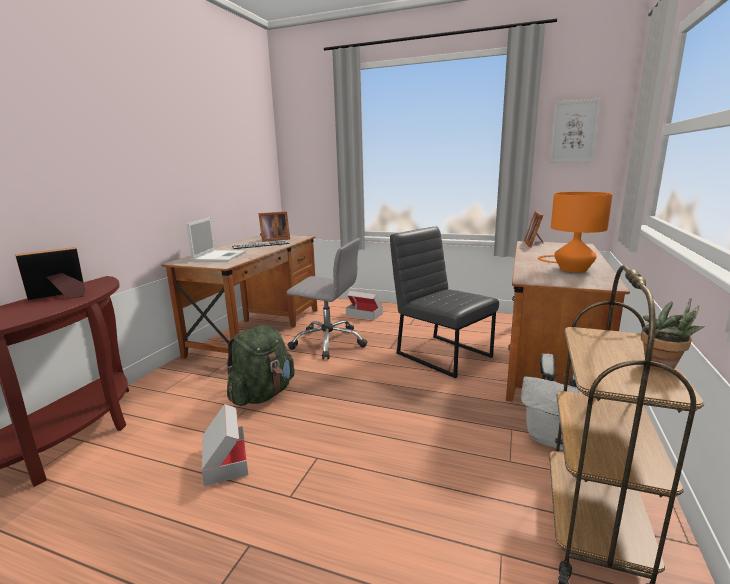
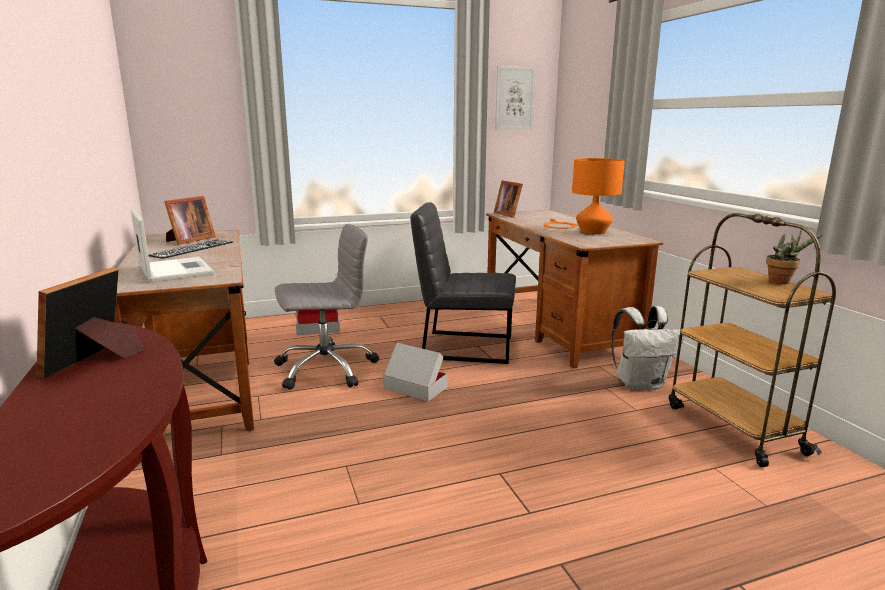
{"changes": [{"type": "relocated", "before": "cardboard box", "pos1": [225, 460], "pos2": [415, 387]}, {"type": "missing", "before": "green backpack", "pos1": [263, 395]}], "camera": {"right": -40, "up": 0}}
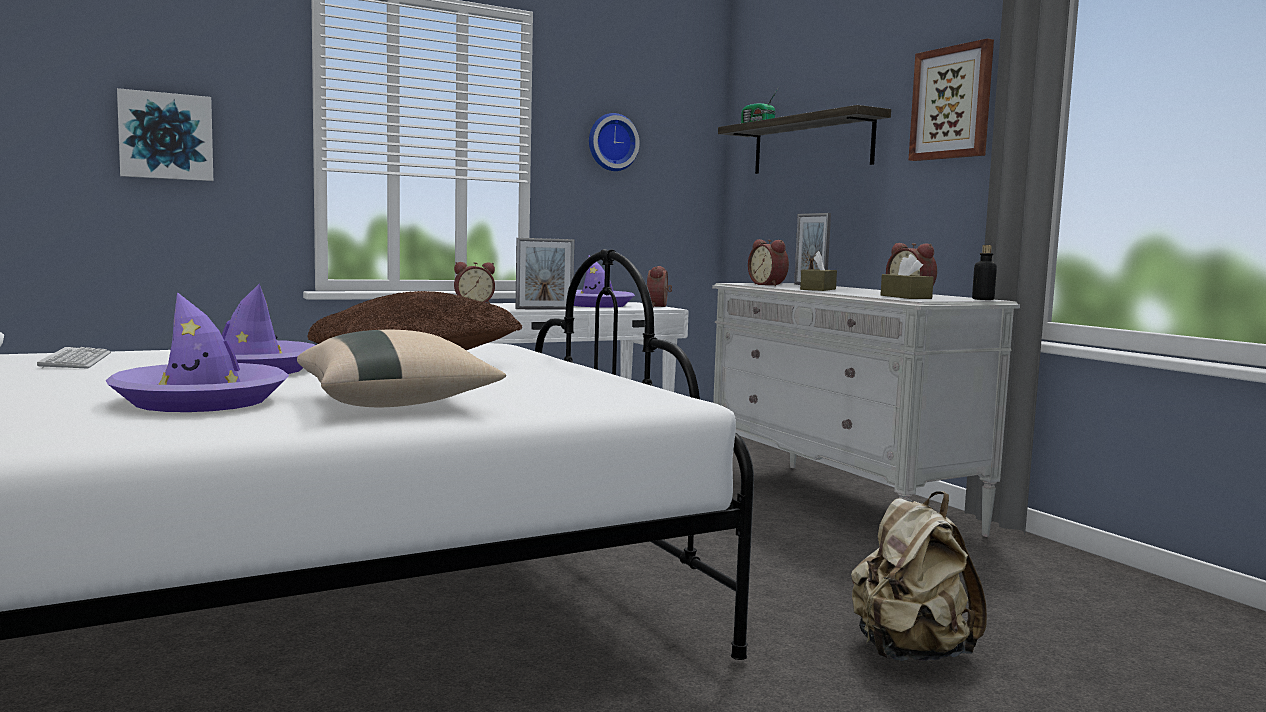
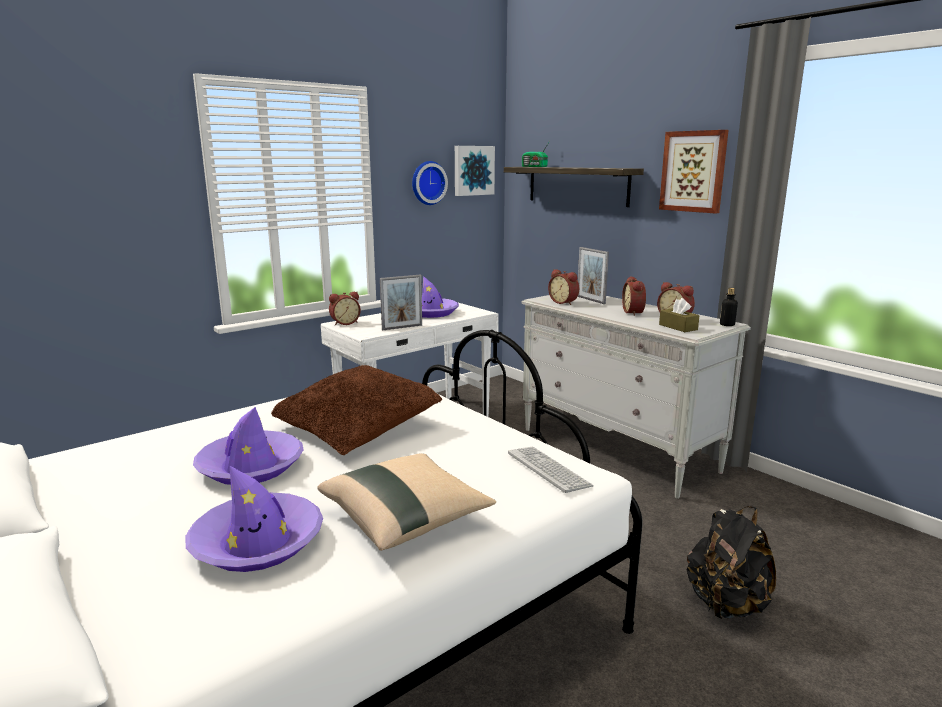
{"changes": [{"type": "relocated", "before": "picture", "pos1": [166, 136], "pos2": [473, 170]}, {"type": "relocated", "before": "keyboard", "pos1": [76, 360], "pos2": [548, 470]}, {"type": "relocated", "before": "alarm clock", "pos1": [659, 306], "pos2": [634, 312]}, {"type": "colour", "before": "beige backpack", "after": "black backpack", "pos1": [909, 653], "pos2": [726, 605]}, {"type": "missing", "before": "brown tissue box", "pos1": [818, 289]}], "camera": {"right": -10, "up": 10}}
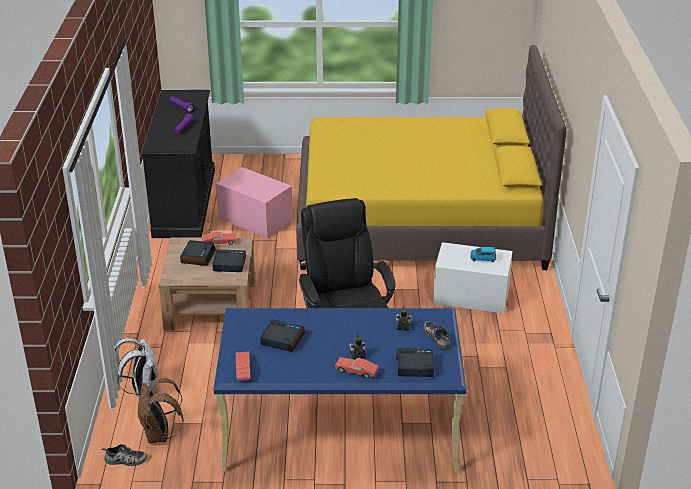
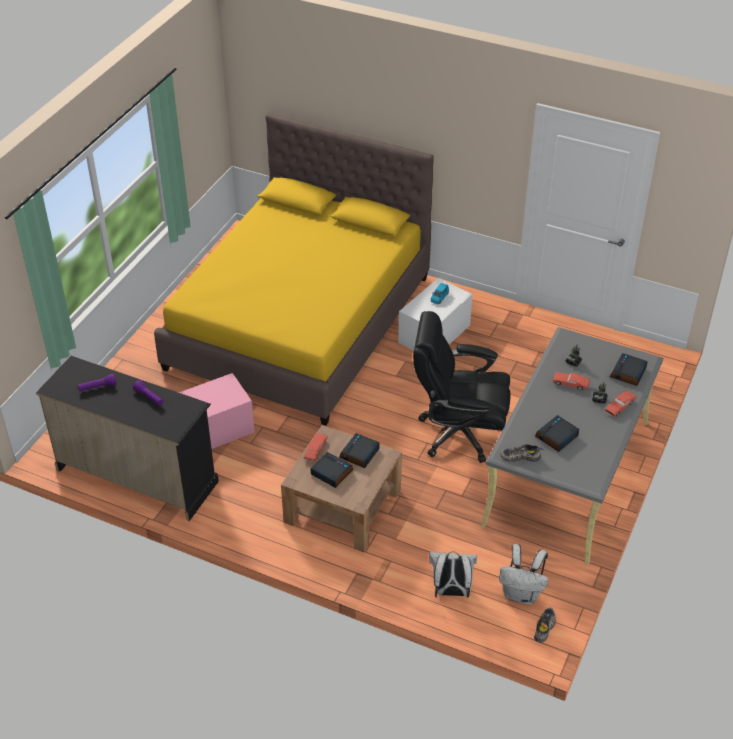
{"changes": [{"type": "colour", "before": "blue desk", "after": "grey desk", "pos1": [339, 428], "pos2": [567, 473]}, {"type": "colour", "before": "brown backpack", "after": "white backpack", "pos1": [160, 435], "pos2": [521, 594]}, {"type": "relocated", "before": "shoe", "pos1": [437, 338], "pos2": [520, 456]}, {"type": "relocated", "before": "red toy car", "pos1": [243, 370], "pos2": [570, 384]}], "camera": {"right": -65, "up": 10}}
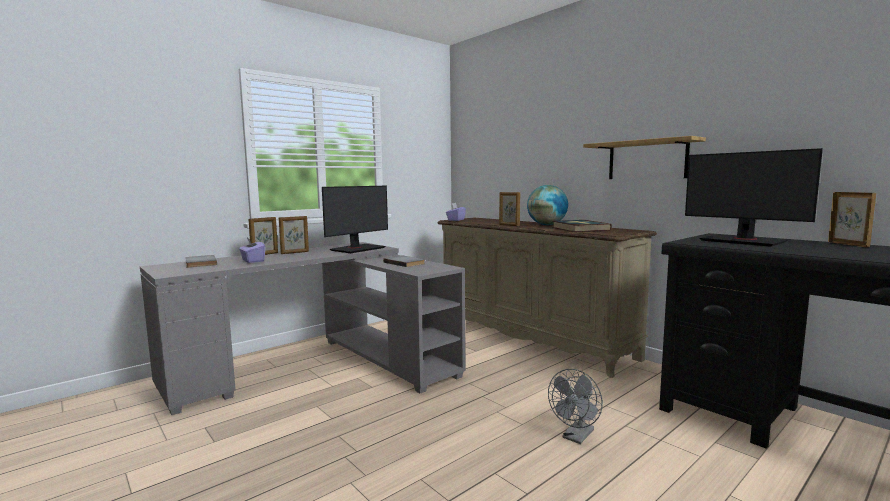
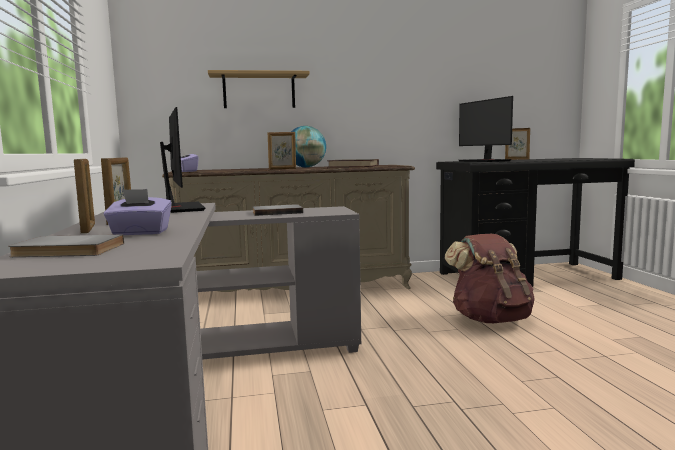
{"changes": [{"type": "relocated", "before": "shelf", "pos1": [647, 160], "pos2": [259, 91]}, {"type": "exchanged", "before": "grey fan", "after": "brown backpack", "pos1": [576, 437], "pos2": [490, 319]}, {"type": "spun", "before": "monitor", "pos1": [743, 241], "pos2": [484, 161], "turn": 75}], "camera": {"right": -60, "up": 0}}
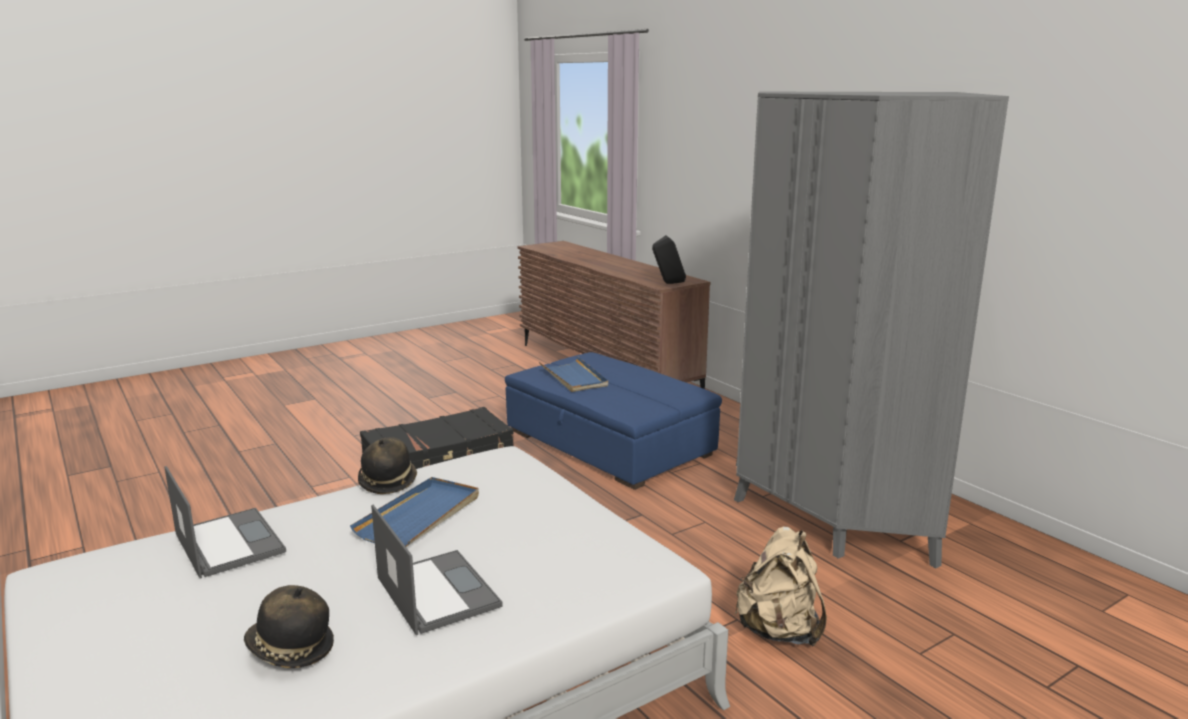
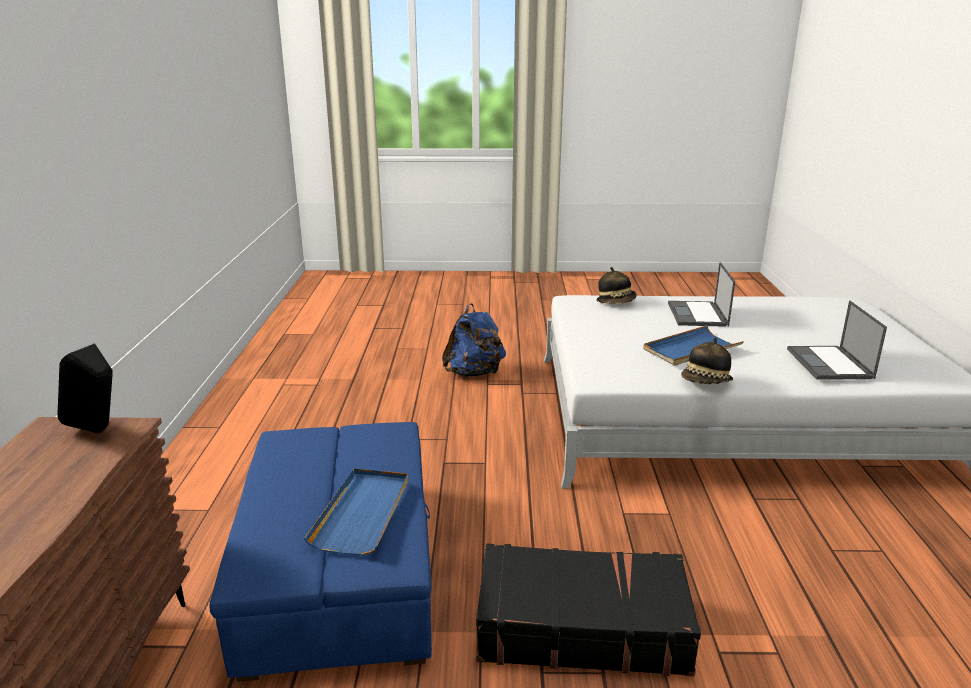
{"changes": [{"type": "colour", "before": "beige backpack", "after": "blue backpack", "pos1": [779, 631], "pos2": [474, 373]}, {"type": "relocated", "before": "hat", "pos1": [290, 650], "pos2": [616, 302]}, {"type": "missing", "before": "grey wardrobe", "pos1": [835, 506]}], "camera": {"right": -145, "up": 5}}
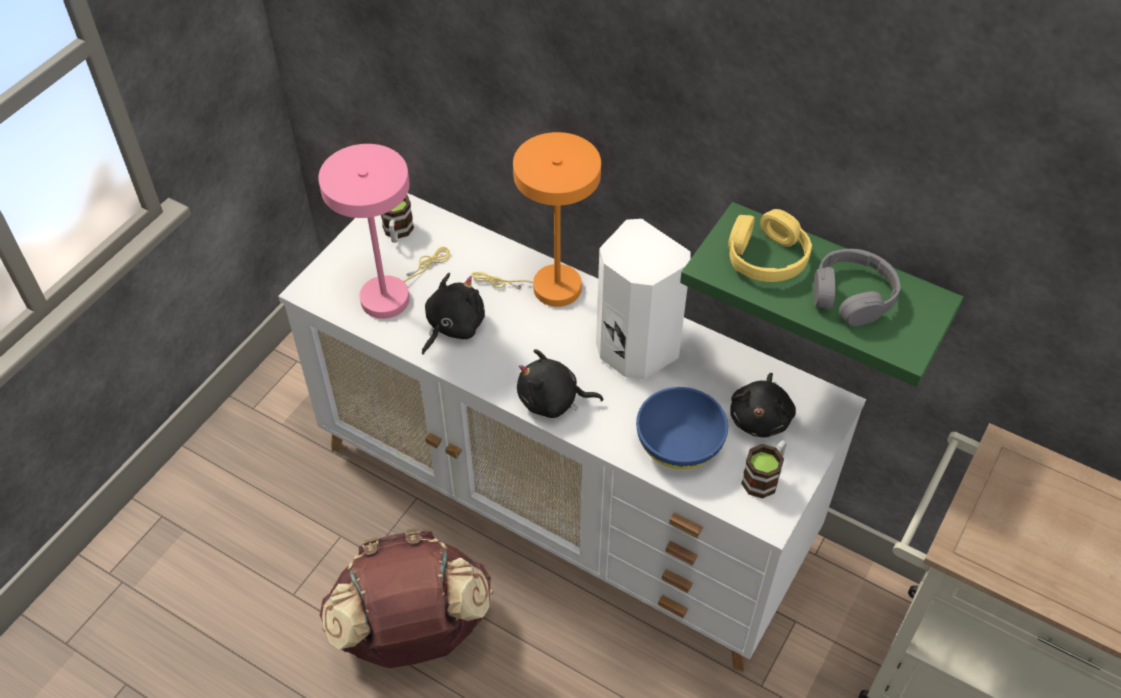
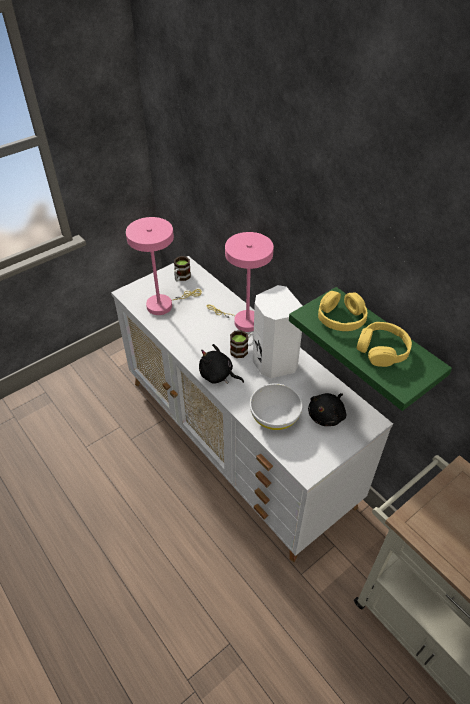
{"changes": [{"type": "colour", "before": "orange table lamp", "after": "pink table lamp", "pos1": [547, 287], "pos2": [242, 321]}, {"type": "relocated", "before": "mug", "pos1": [764, 477], "pos2": [242, 350]}, {"type": "colour", "before": "blue bowl", "after": "white bowl", "pos1": [679, 444], "pos2": [275, 416]}, {"type": "colour", "before": "grey headphones", "after": "yellow headphones", "pos1": [852, 296], "pos2": [382, 350]}, {"type": "missing", "before": "brown backpack", "pos1": [412, 631]}, {"type": "missing", "before": "black plush toy", "pos1": [453, 326]}], "camera": {"right": 20, "up": -5}}
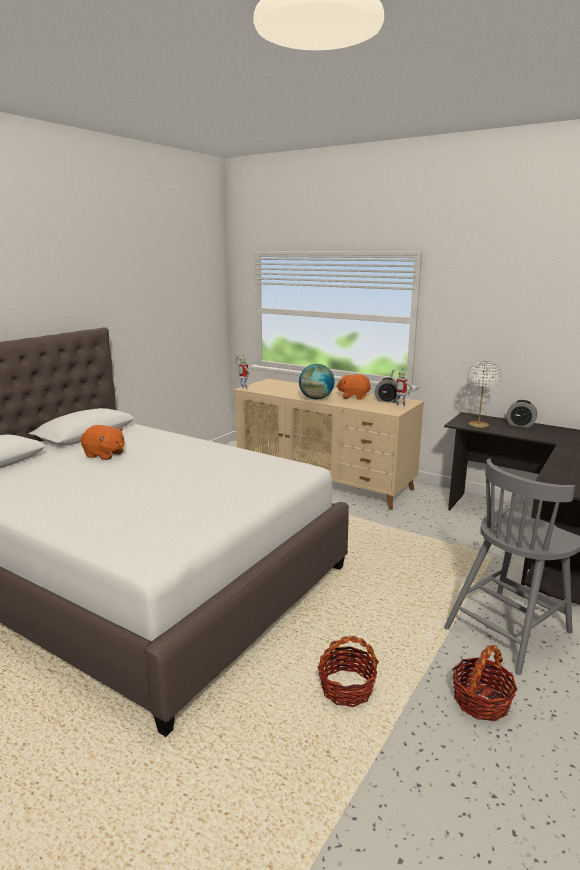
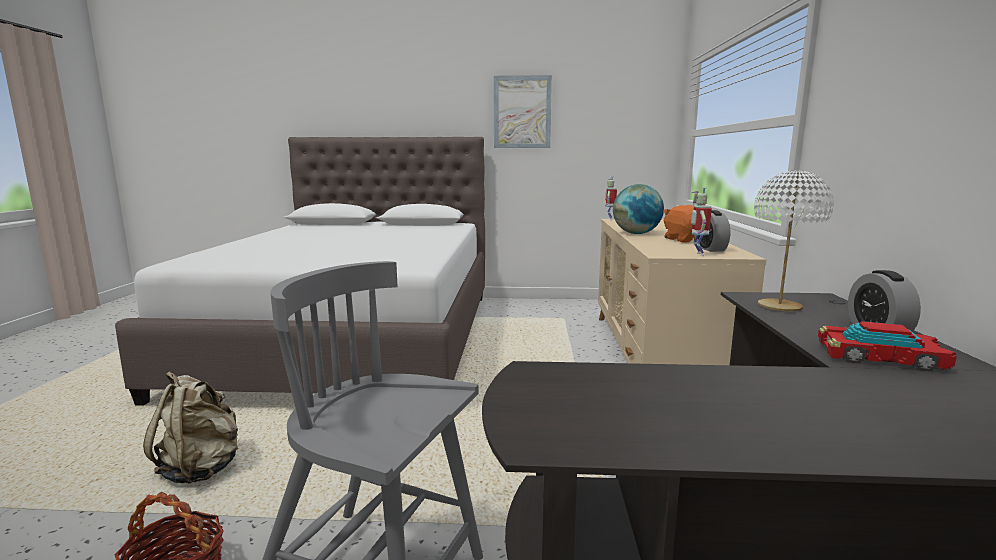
{"changes": [{"type": "exchanged", "before": "basket", "after": "beige backpack", "pos1": [346, 688], "pos2": [202, 469]}, {"type": "appeared", "after": "picture", "pos2": [522, 112]}, {"type": "appeared", "after": "toy car", "pos2": [880, 358]}, {"type": "missing", "before": "orange plush toy", "pos1": [104, 455]}], "camera": {"right": 60, "up": -5}}
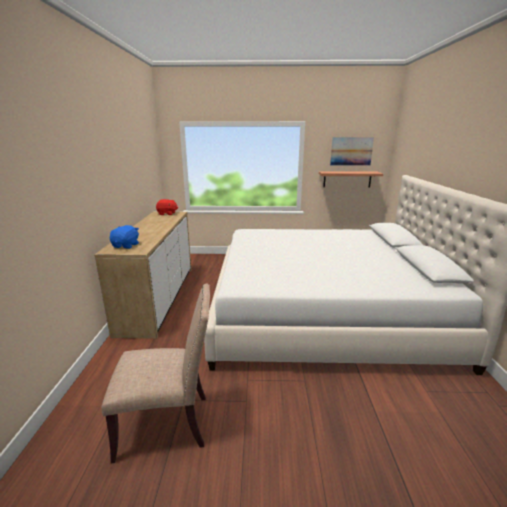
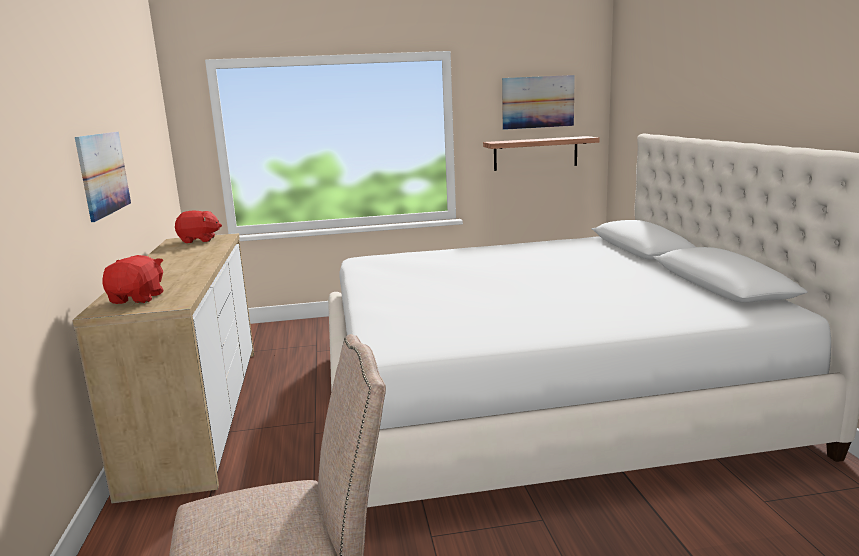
{"changes": [{"type": "appeared", "after": "picture", "pos2": [104, 173]}, {"type": "colour", "before": "blue plush toy", "after": "red plush toy", "pos1": [126, 246], "pos2": [138, 298]}], "camera": {"right": -10, "up": -5}}
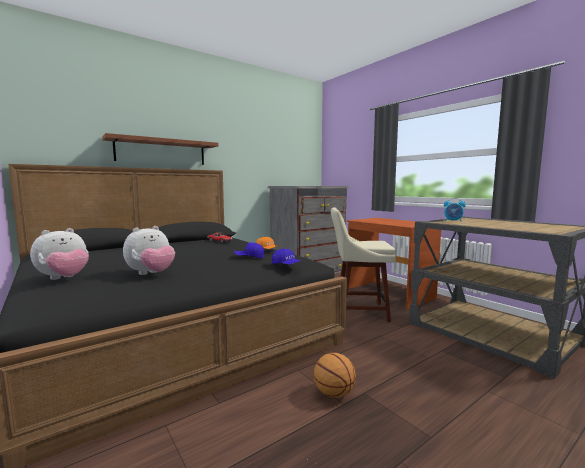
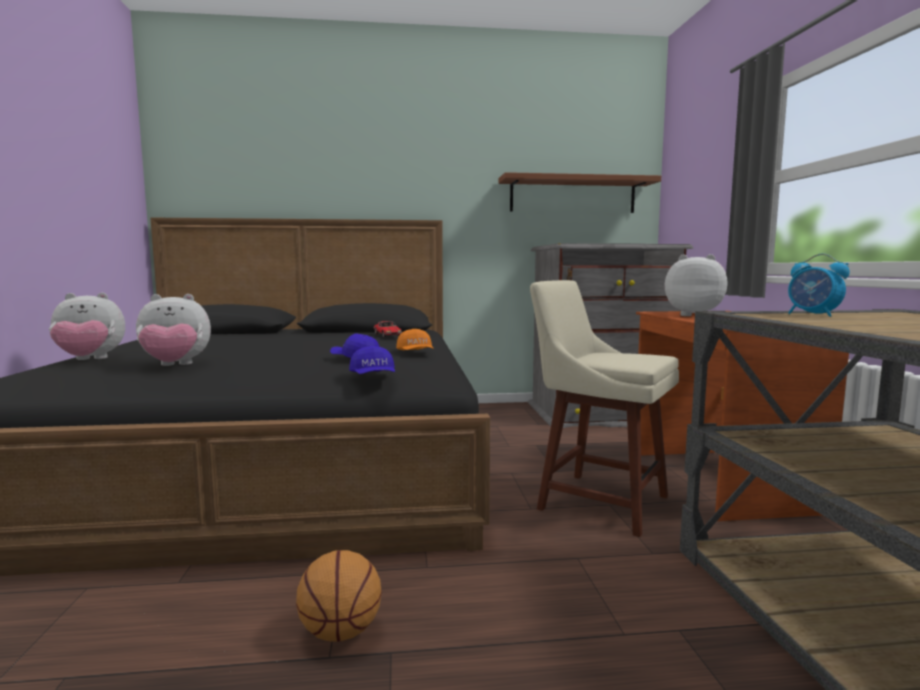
{"changes": [{"type": "relocated", "before": "brown shelf", "pos1": [161, 152], "pos2": [572, 195]}, {"type": "appeared", "after": "plush toy", "pos2": [693, 315]}], "camera": {"right": 30, "up": 0}}
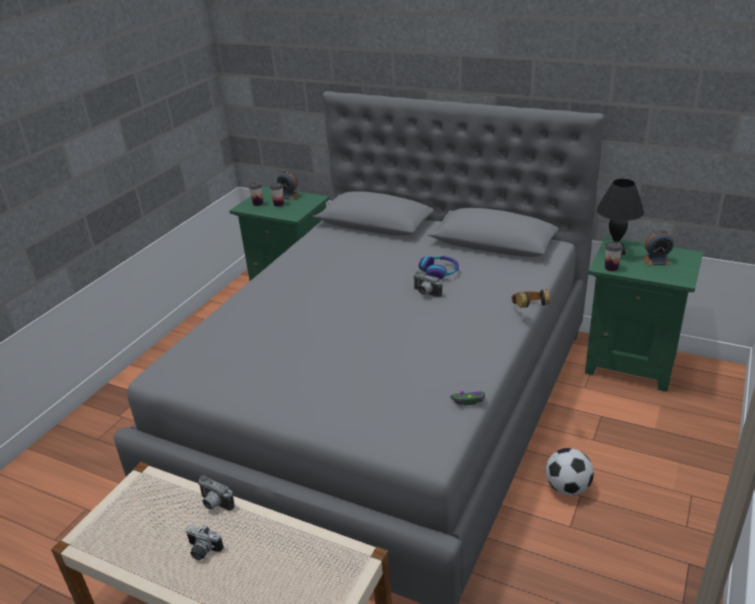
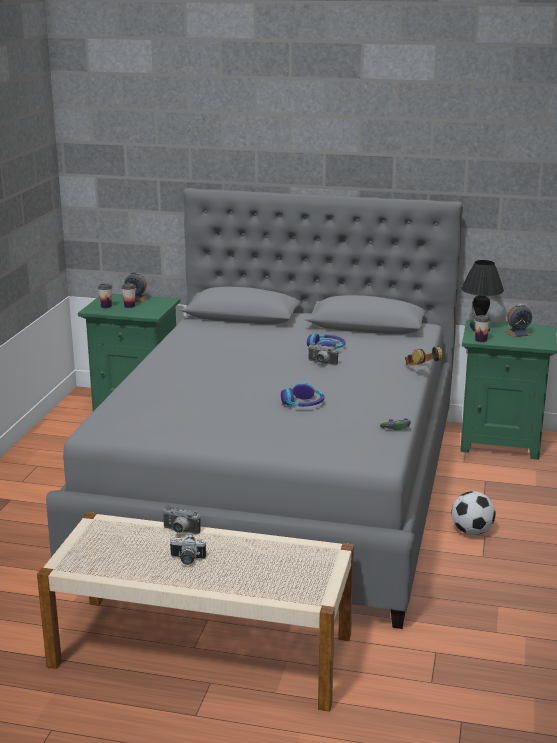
{"changes": [{"type": "appeared", "after": "headphones", "pos2": [303, 404]}], "camera": {"right": -15, "up": -10}}
